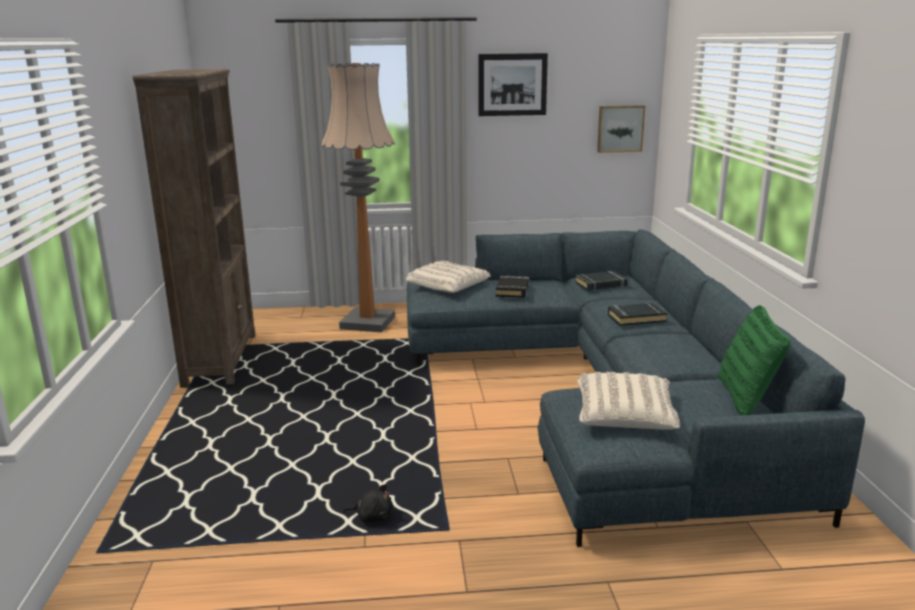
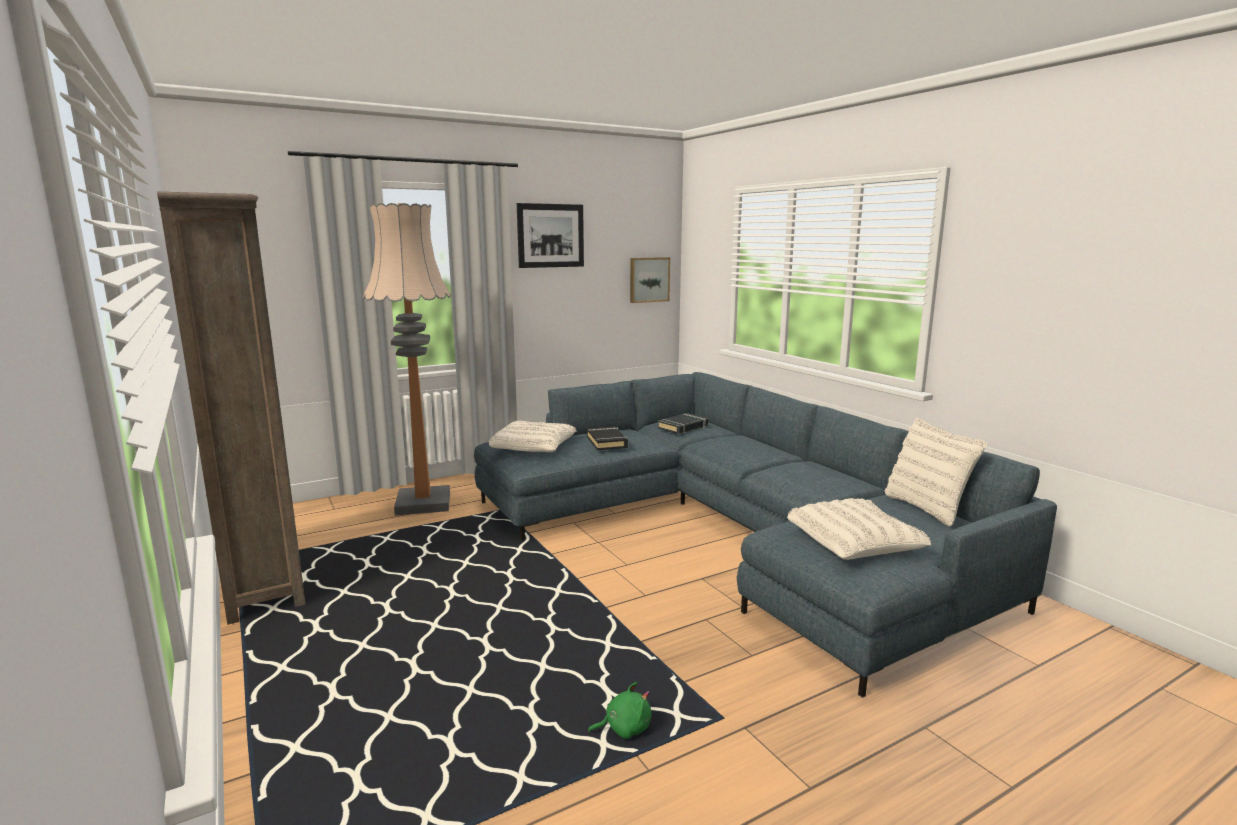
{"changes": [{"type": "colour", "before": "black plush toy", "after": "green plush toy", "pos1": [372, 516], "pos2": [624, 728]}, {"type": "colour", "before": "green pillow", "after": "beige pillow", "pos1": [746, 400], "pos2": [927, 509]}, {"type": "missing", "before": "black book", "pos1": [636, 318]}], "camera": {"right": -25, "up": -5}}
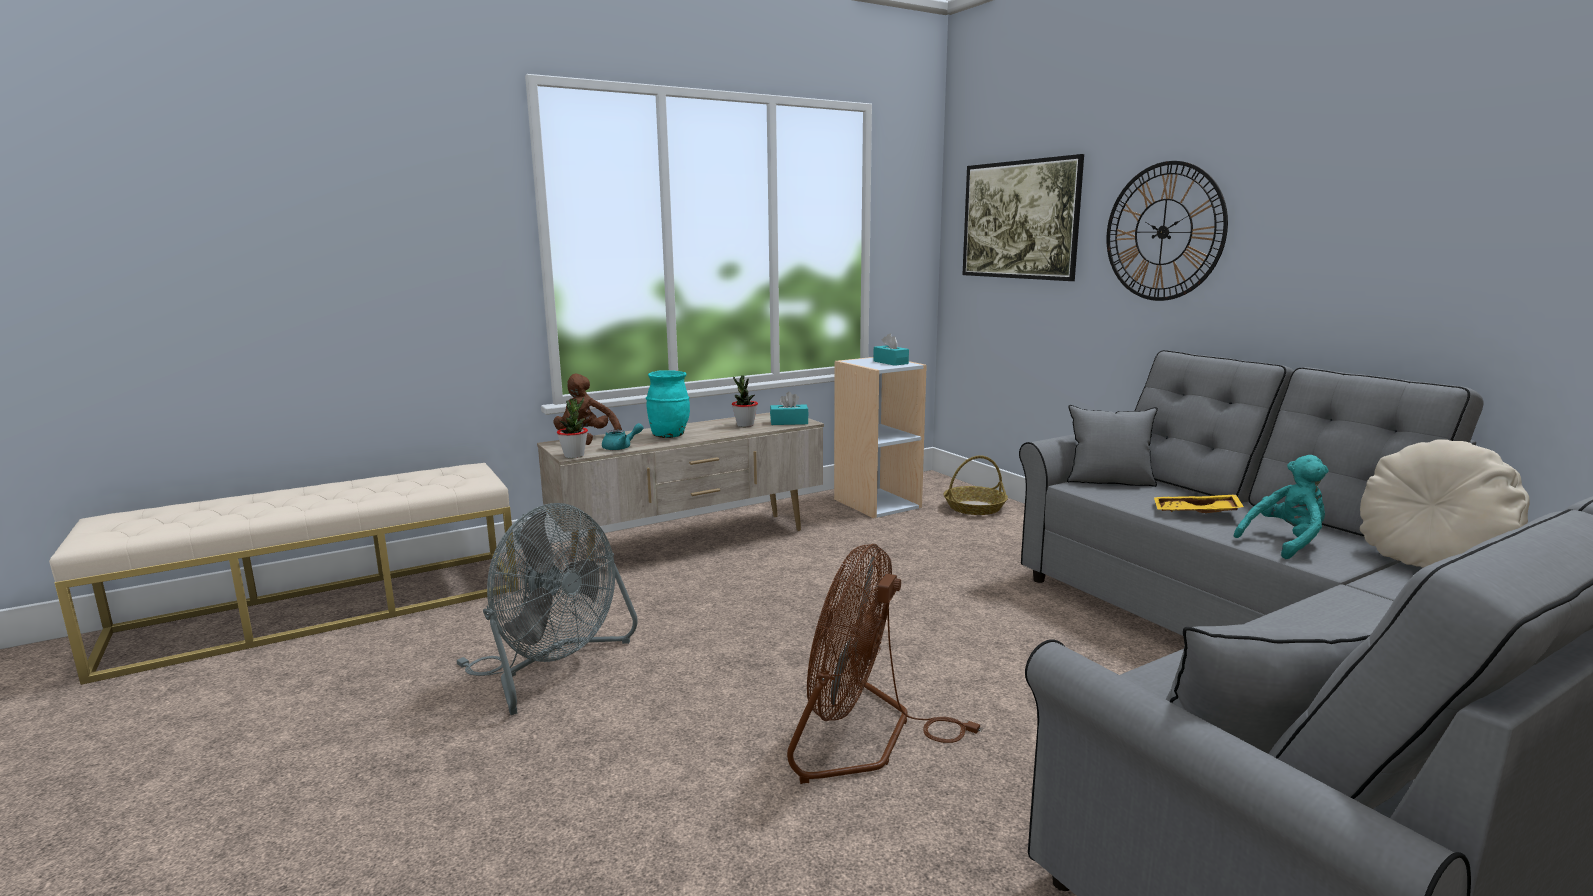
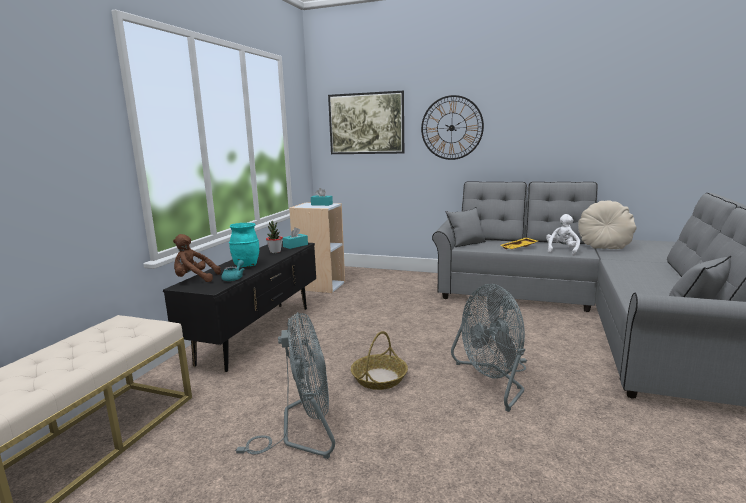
{"changes": [{"type": "colour", "before": "beige tv stand", "after": "black tv stand", "pos1": [691, 544], "pos2": [258, 334]}, {"type": "relocated", "before": "basket", "pos1": [974, 507], "pos2": [379, 378]}, {"type": "colour", "before": "brown fan", "after": "grey fan", "pos1": [871, 732], "pos2": [494, 379]}, {"type": "colour", "before": "turquoise plush toy", "after": "white plush toy", "pos1": [1285, 542], "pos2": [562, 250]}, {"type": "missing", "before": "potted plant", "pos1": [574, 456]}], "camera": {"right": -40, "up": 0}}
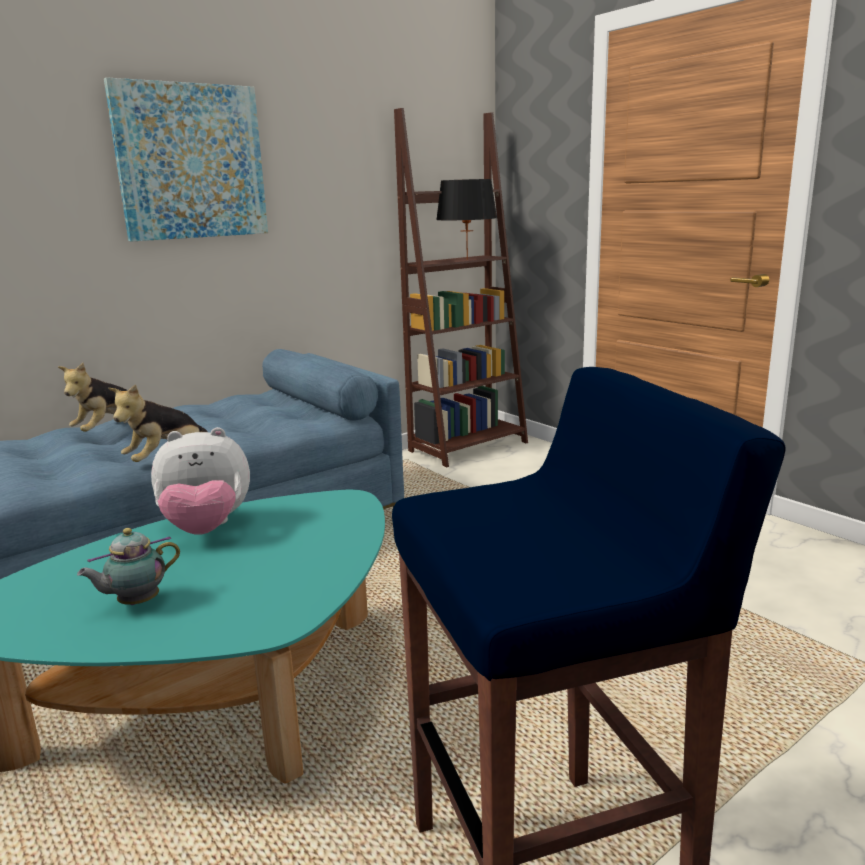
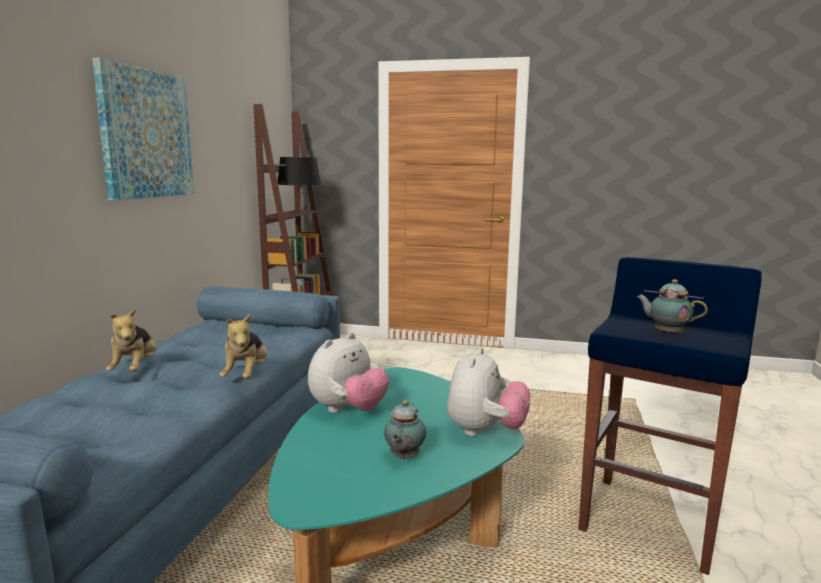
{"changes": [{"type": "appeared", "after": "plush toy", "pos2": [485, 431]}, {"type": "appeared", "after": "teapot", "pos2": [666, 333]}], "camera": {"right": -40, "up": -5}}
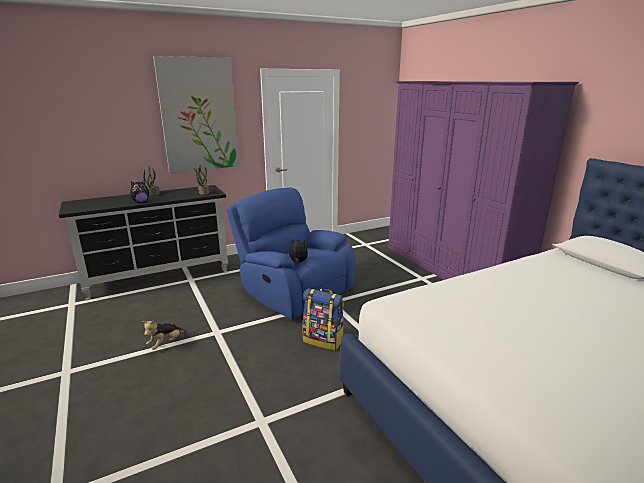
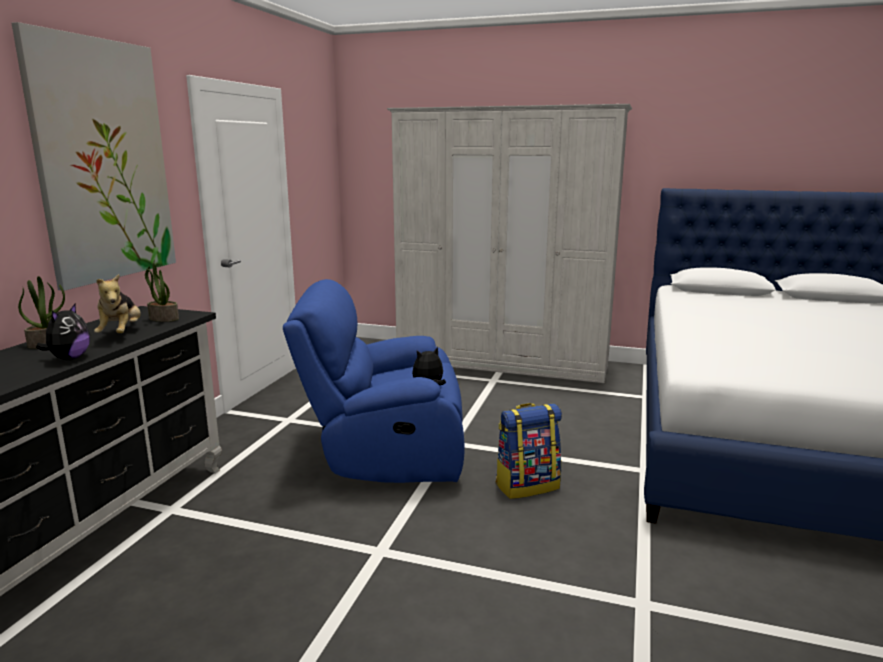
{"changes": [{"type": "relocated", "before": "plush toy", "pos1": [166, 343], "pos2": [121, 333]}, {"type": "colour", "before": "purple wardrobe", "after": "white wardrobe", "pos1": [450, 269], "pos2": [503, 362]}], "camera": {"right": -45, "up": -5}}
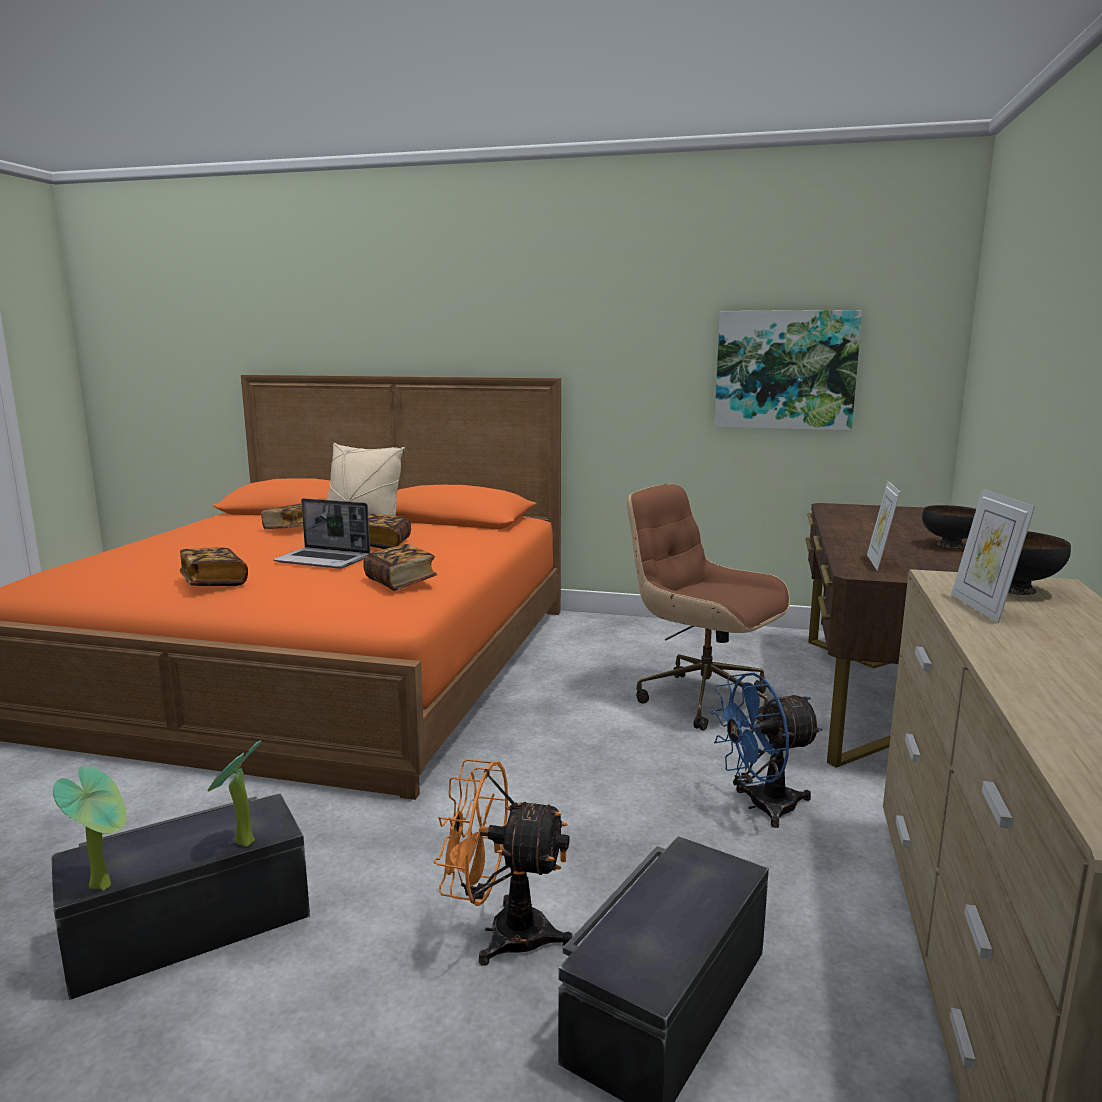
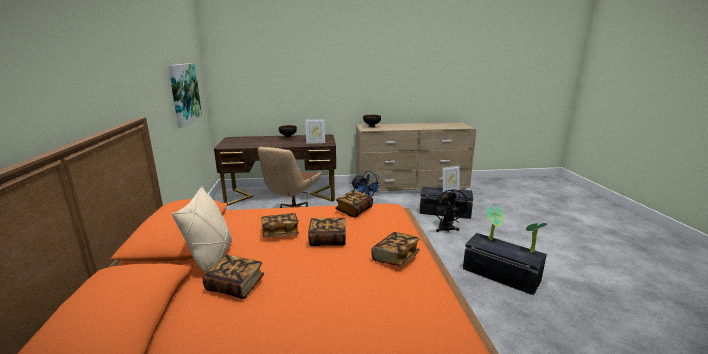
{"changes": [{"type": "exchanged", "before": "laptop", "after": "book", "pos1": [324, 560], "pos2": [328, 240]}, {"type": "colour", "before": "orange fan", "after": "black fan", "pos1": [502, 933], "pos2": [447, 230]}, {"type": "relocated", "before": "picture frame", "pos1": [982, 607], "pos2": [450, 190]}], "camera": {"right": -110, "up": 5}}
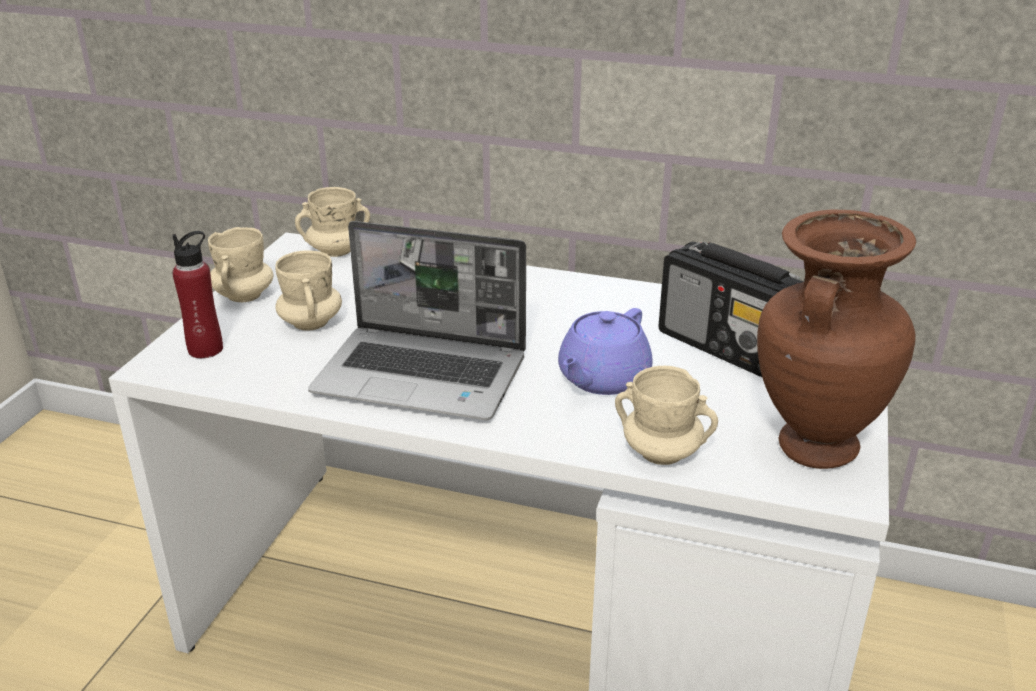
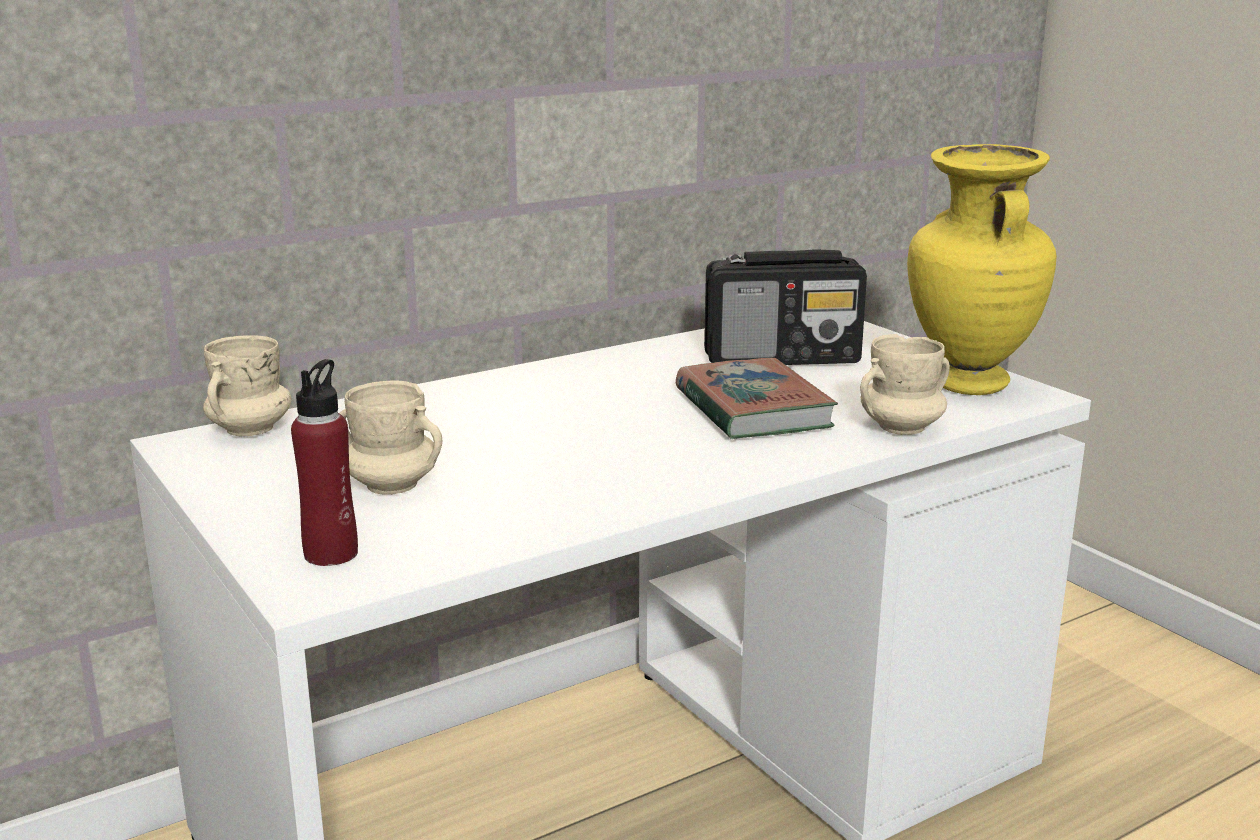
{"changes": [{"type": "exchanged", "before": "purple teapot", "after": "book", "pos1": [602, 379], "pos2": [752, 409]}, {"type": "colour", "before": "brown vase", "after": "yellow vase", "pos1": [813, 447], "pos2": [967, 384]}, {"type": "missing", "before": "beige mug", "pos1": [244, 295]}, {"type": "missing", "before": "laptop", "pos1": [424, 375]}], "camera": {"right": -50, "up": -10}}
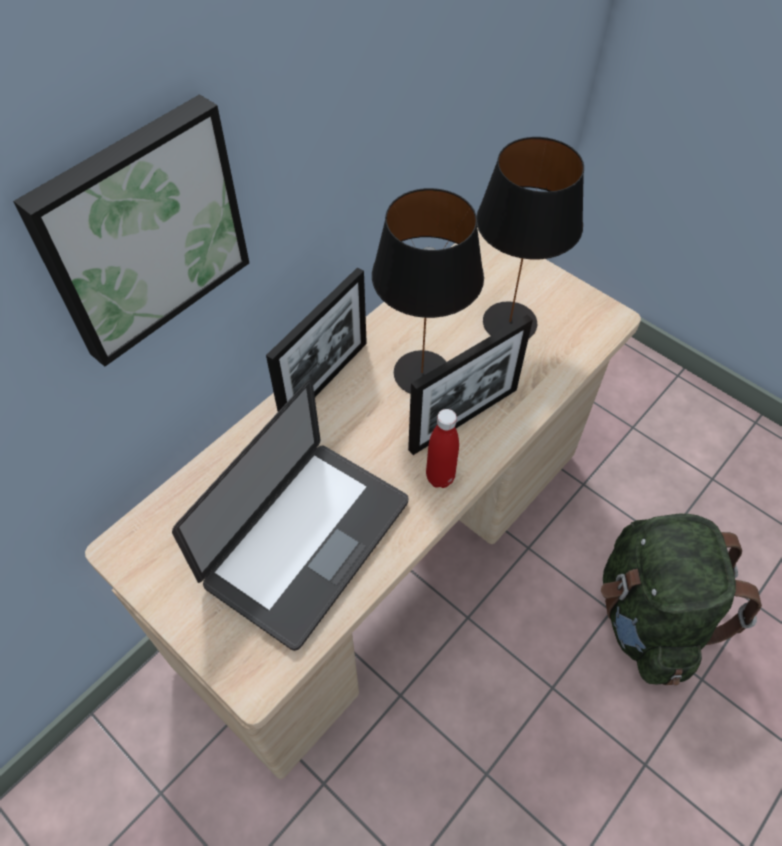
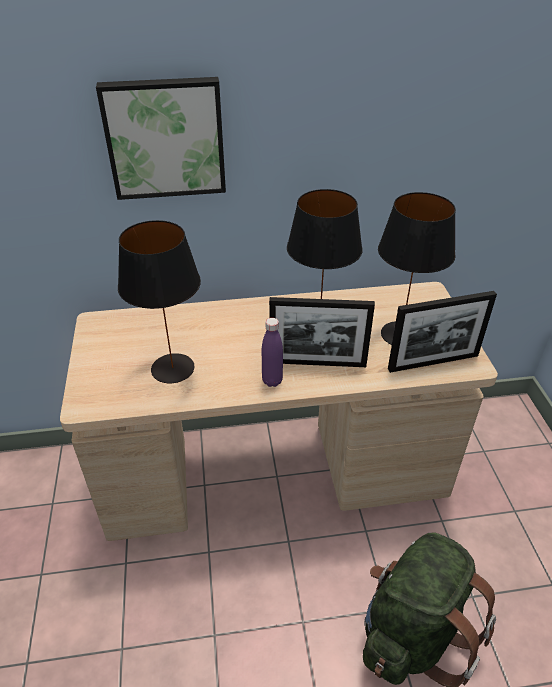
{"changes": [{"type": "exchanged", "before": "laptop", "after": "black table lamp", "pos1": [308, 542], "pos2": [173, 368]}, {"type": "colour", "before": "red bottle", "after": "purple bottle", "pos1": [440, 477], "pos2": [272, 381]}, {"type": "relocated", "before": "picture frame", "pos1": [324, 382], "pos2": [433, 362]}], "camera": {"right": 40, "up": -15}}
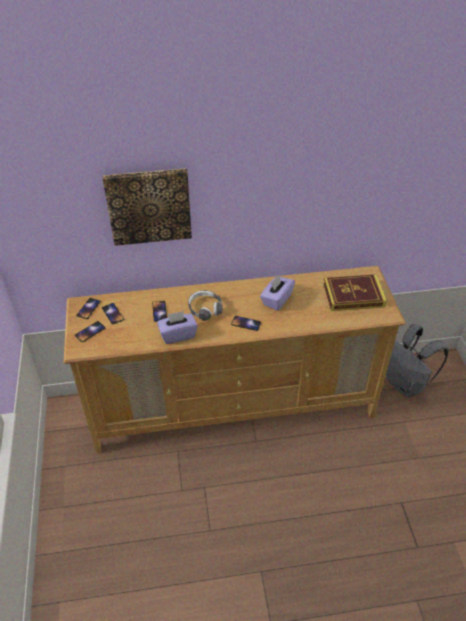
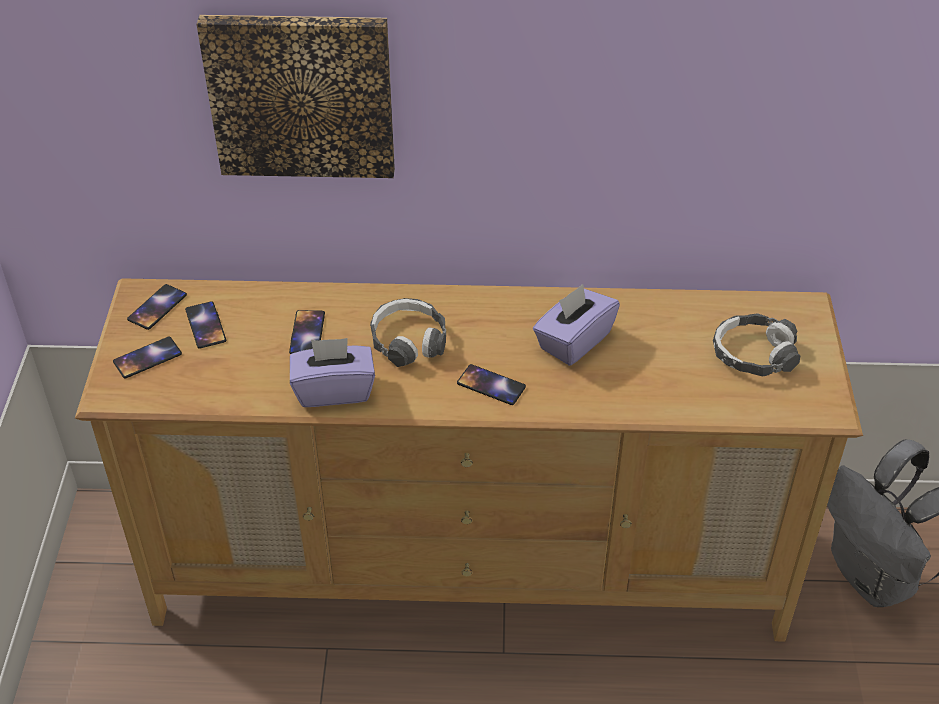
{"changes": [{"type": "exchanged", "before": "book", "after": "headphones", "pos1": [353, 295], "pos2": [753, 354]}], "camera": {"right": 10, "up": 0}}
